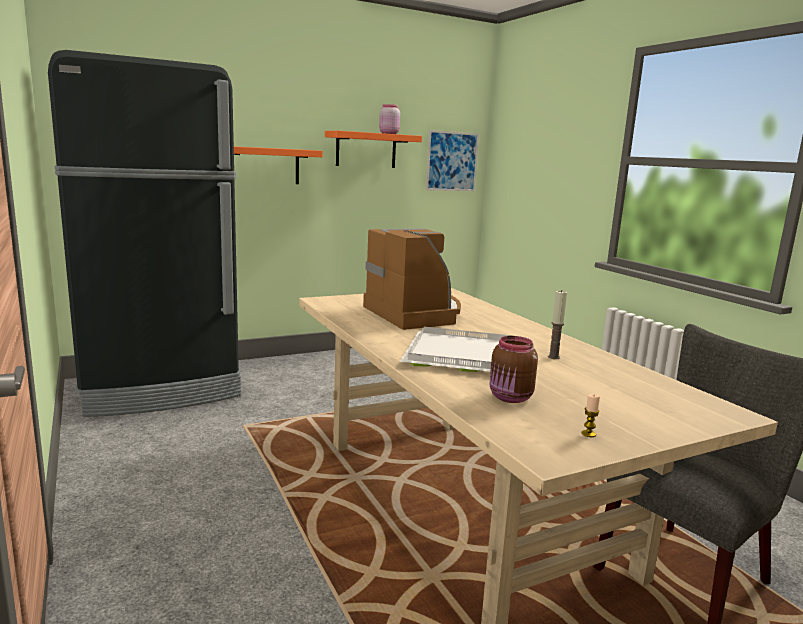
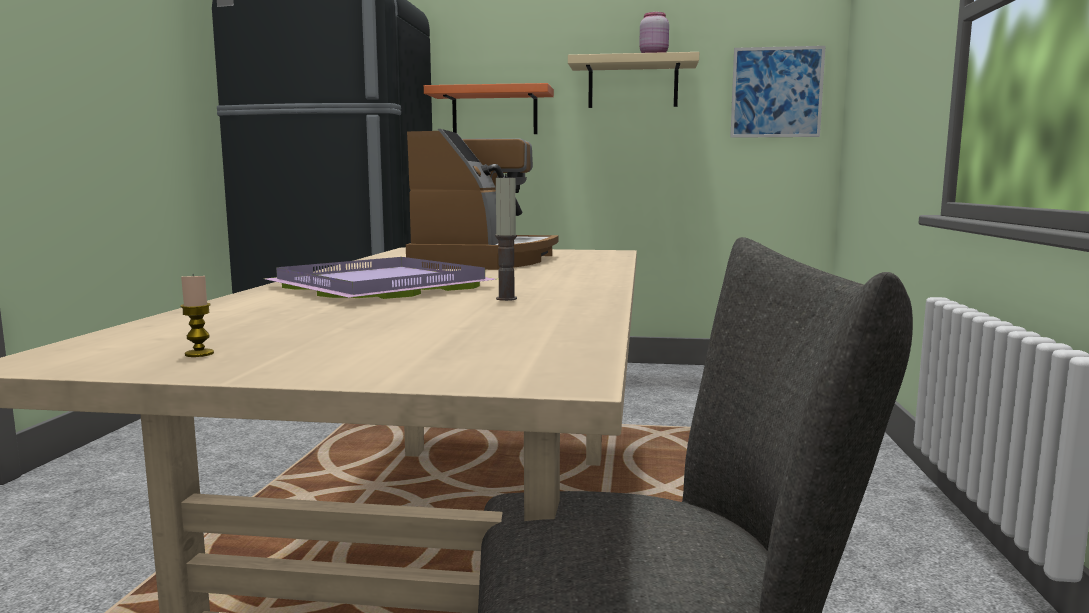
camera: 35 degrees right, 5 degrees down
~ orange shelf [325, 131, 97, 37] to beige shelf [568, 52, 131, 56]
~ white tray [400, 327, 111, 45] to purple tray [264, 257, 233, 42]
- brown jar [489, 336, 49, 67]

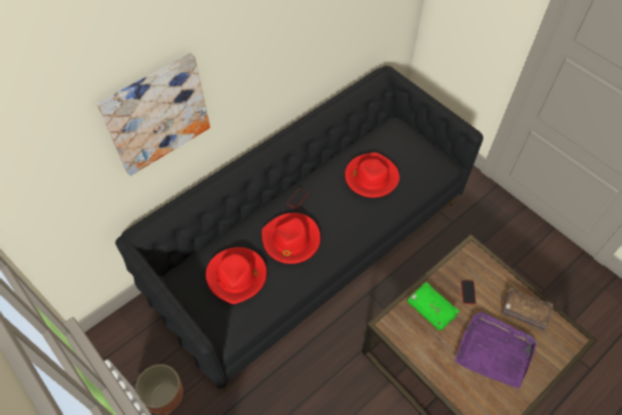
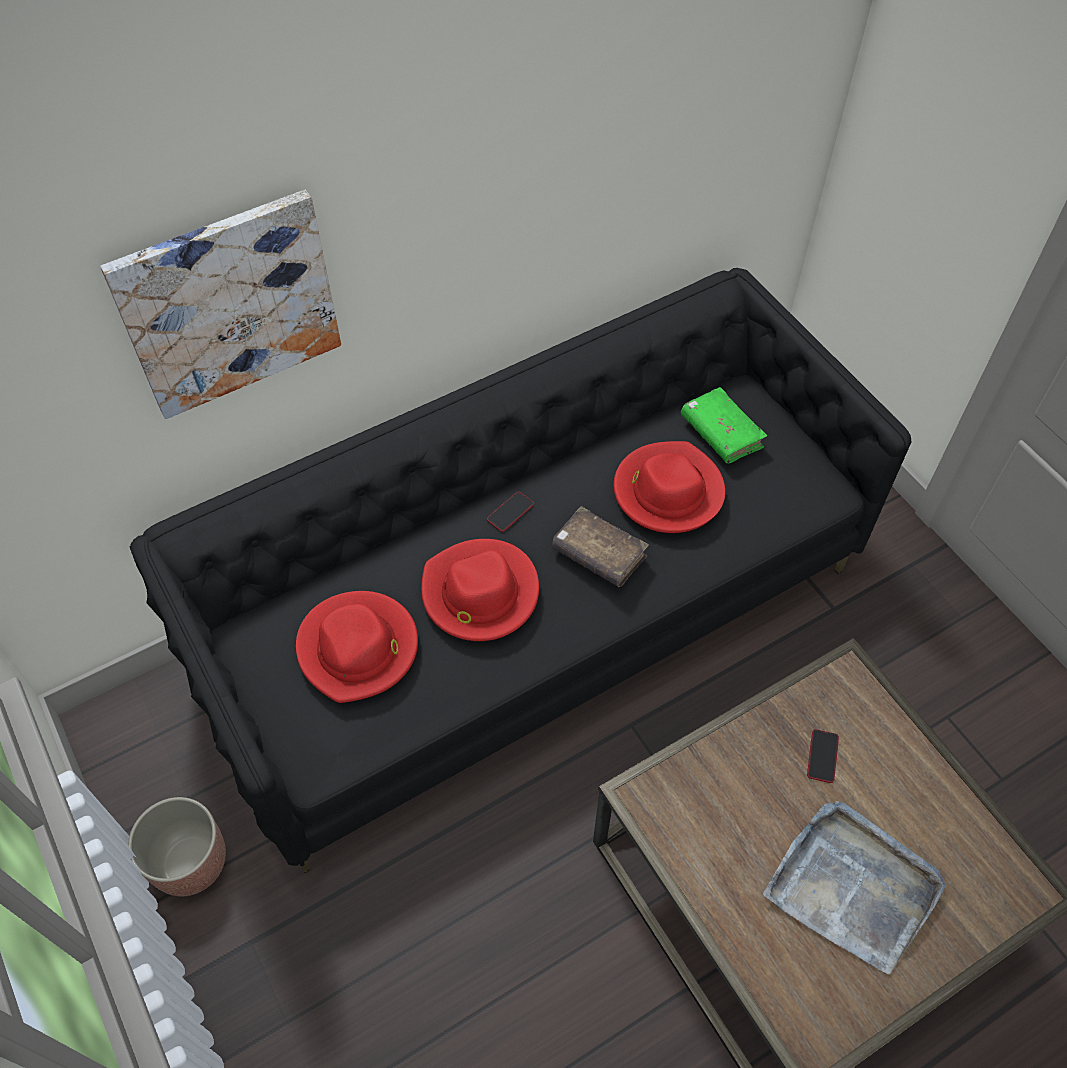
camera: 10 degrees right, 0 degrees up
~ green book [407, 282, 52, 49] to [681, 387, 86, 76]
~ brown book [502, 287, 51, 43] to [552, 506, 97, 81]
~ purple tray [455, 312, 82, 77] to grey tray [763, 801, 183, 173]

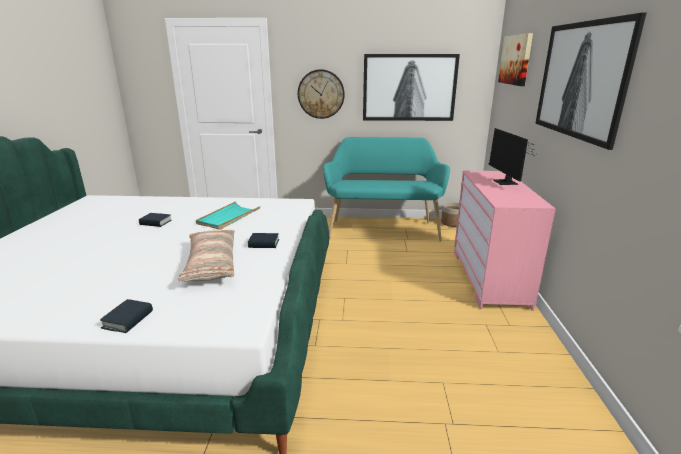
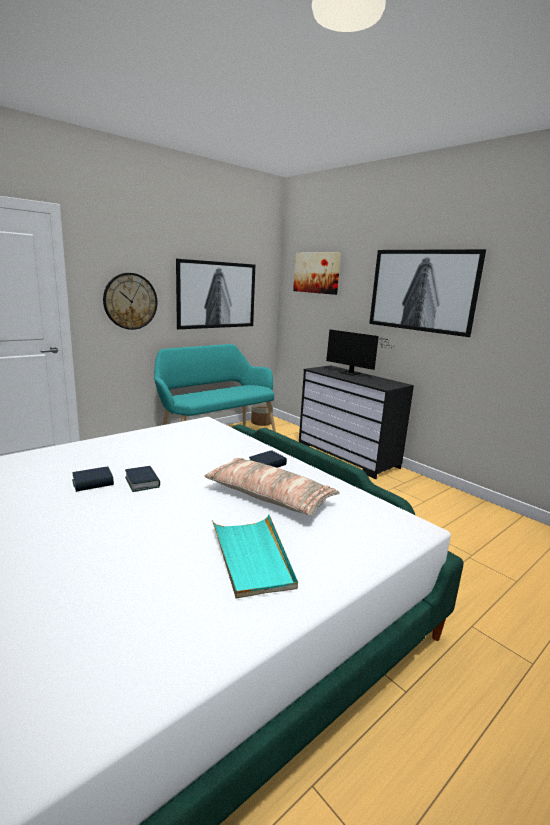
camera: 45 degrees left, 5 degrees down
~ pink dresser [454, 171, 102, 140] to black dresser [299, 365, 115, 114]
~ turquoise tray [196, 201, 64, 29] to [212, 514, 86, 84]
~ book [100, 299, 53, 34] to [125, 466, 35, 26]

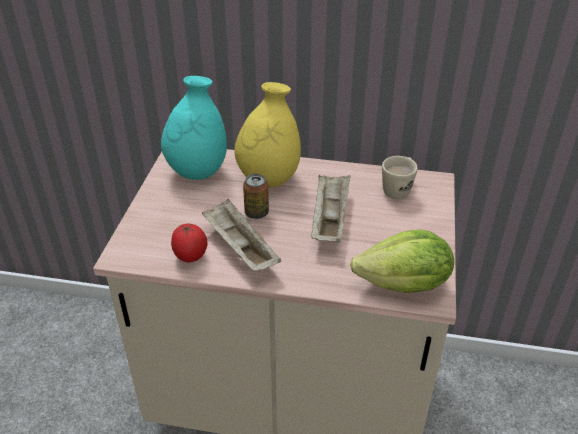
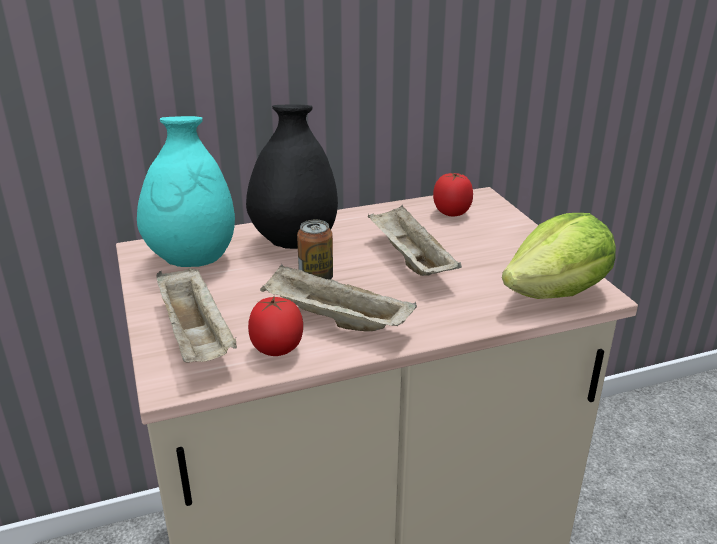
camera: 30 degrees left, 10 degrees down
~ yellow vase [234, 82, 67, 106] to black vase [246, 104, 92, 145]
~ beige mug [382, 156, 36, 43] to tomato [433, 173, 40, 43]
+ beige tray [156, 267, 81, 96]

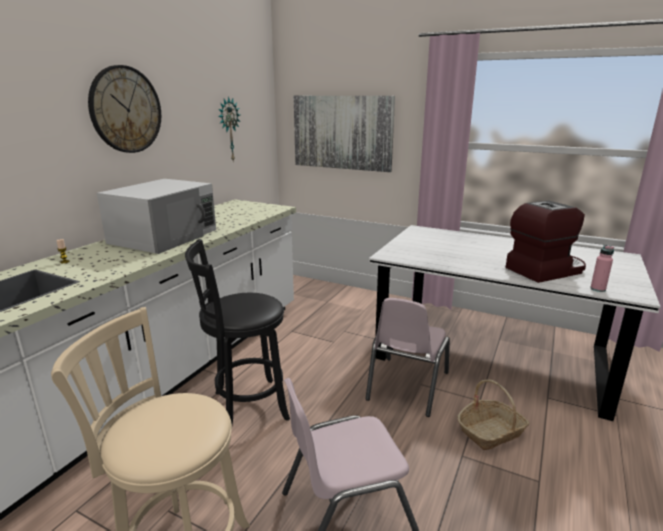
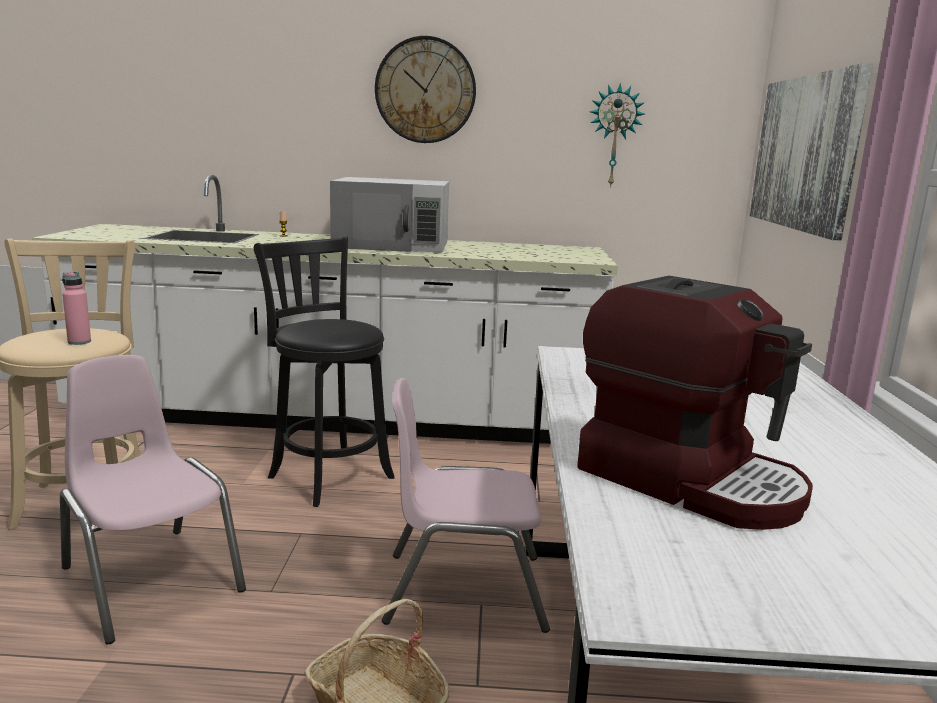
camera: 65 degrees right, 5 degrees down
~ pink bottle [590, 245, 24, 47] to [62, 272, 29, 73]

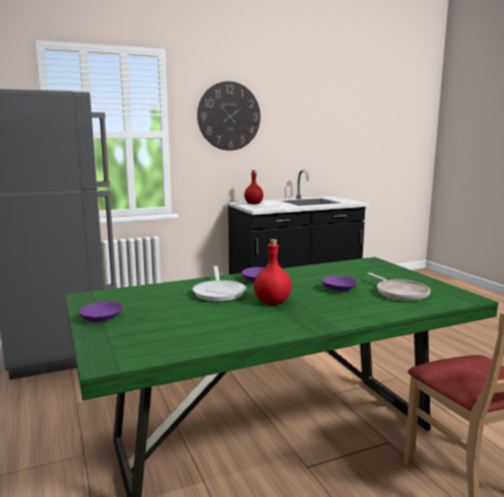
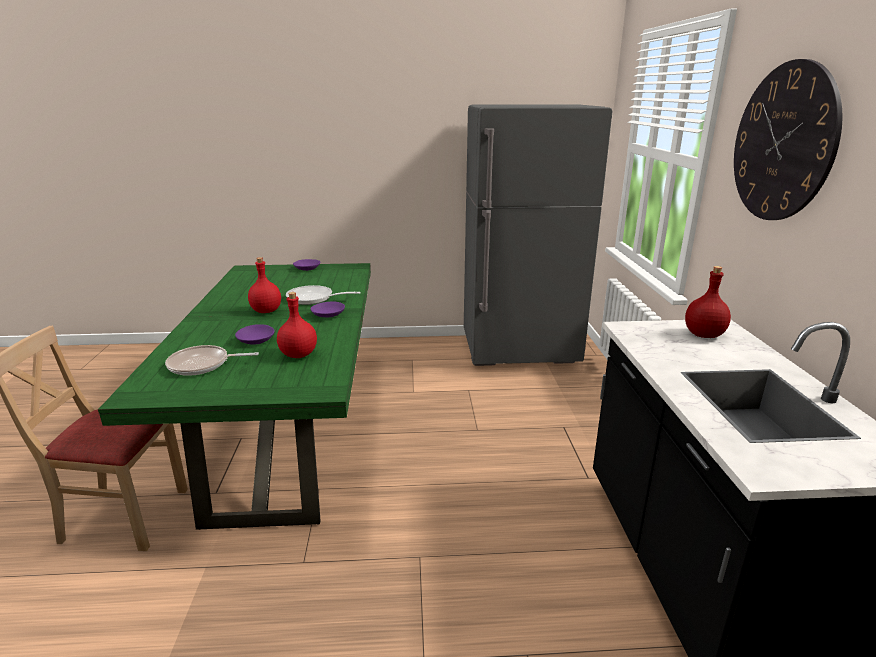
camera: 110 degrees right, 10 degrees up
+ red bottle [277, 292, 40, 66]

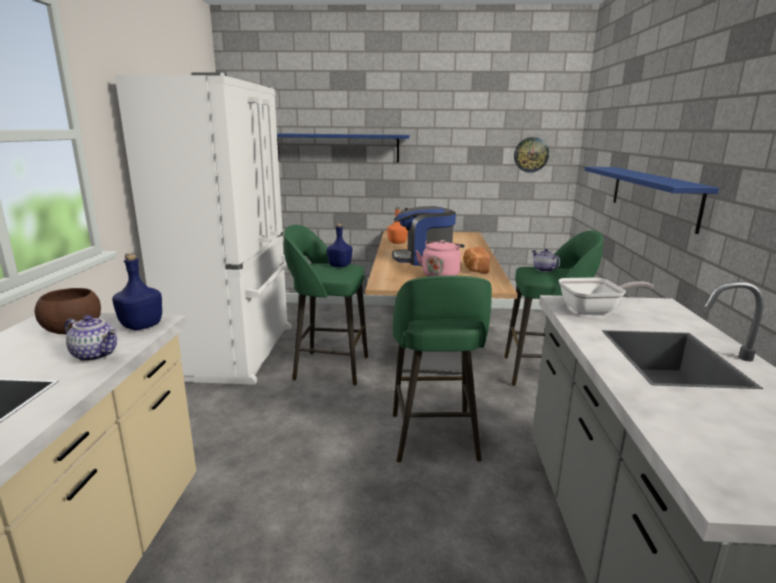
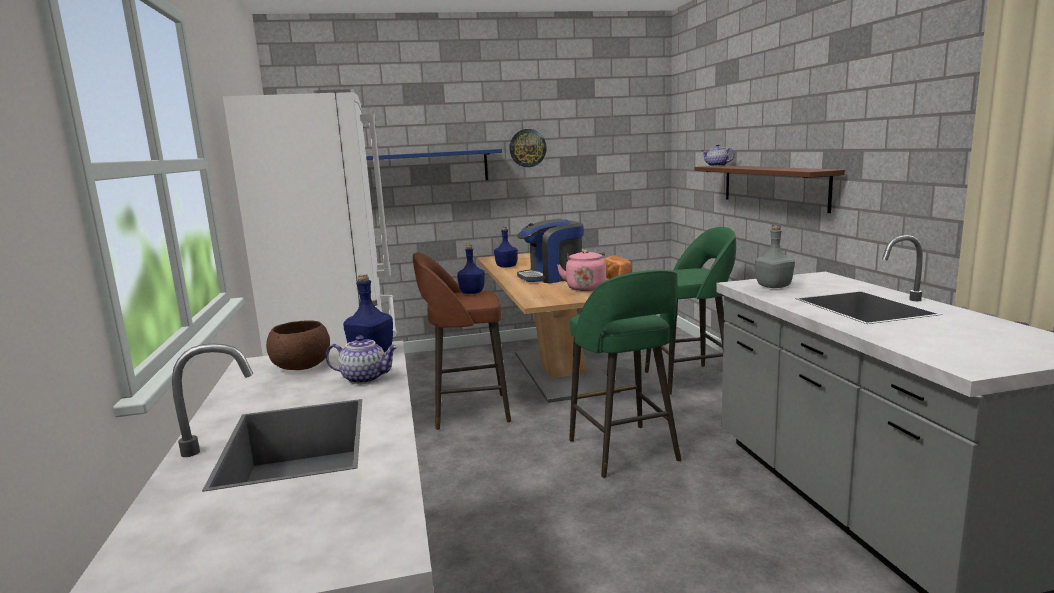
camera: 15 degrees left, 5 degrees down
~ wall clock [514, 137, 35, 36] to [510, 129, 37, 38]
~ blue shelf [584, 167, 135, 67] to brown shelf [695, 165, 150, 48]
~ orange bottle [387, 207, 21, 37] to blue bottle [494, 227, 24, 41]
~ green stool [284, 225, 84, 160] to brown stool [413, 252, 98, 178]
~ teapot [532, 249, 28, 23] to [701, 144, 34, 23]
~ frying pan [558, 278, 96, 37] to grey bottle [755, 225, 40, 63]

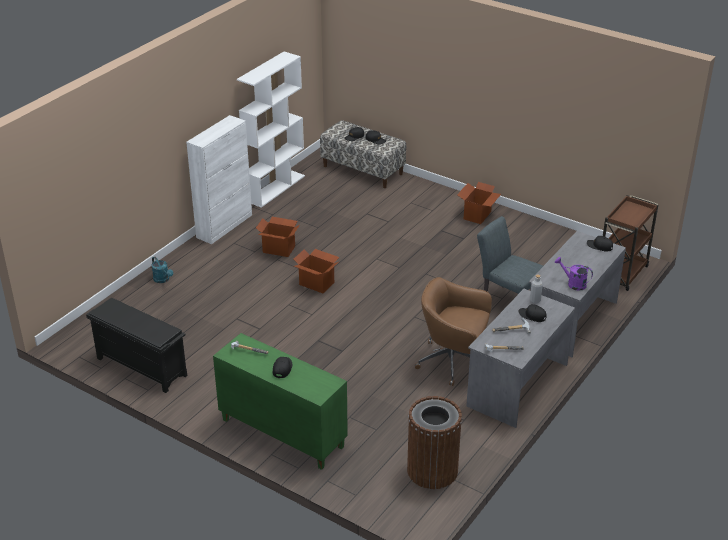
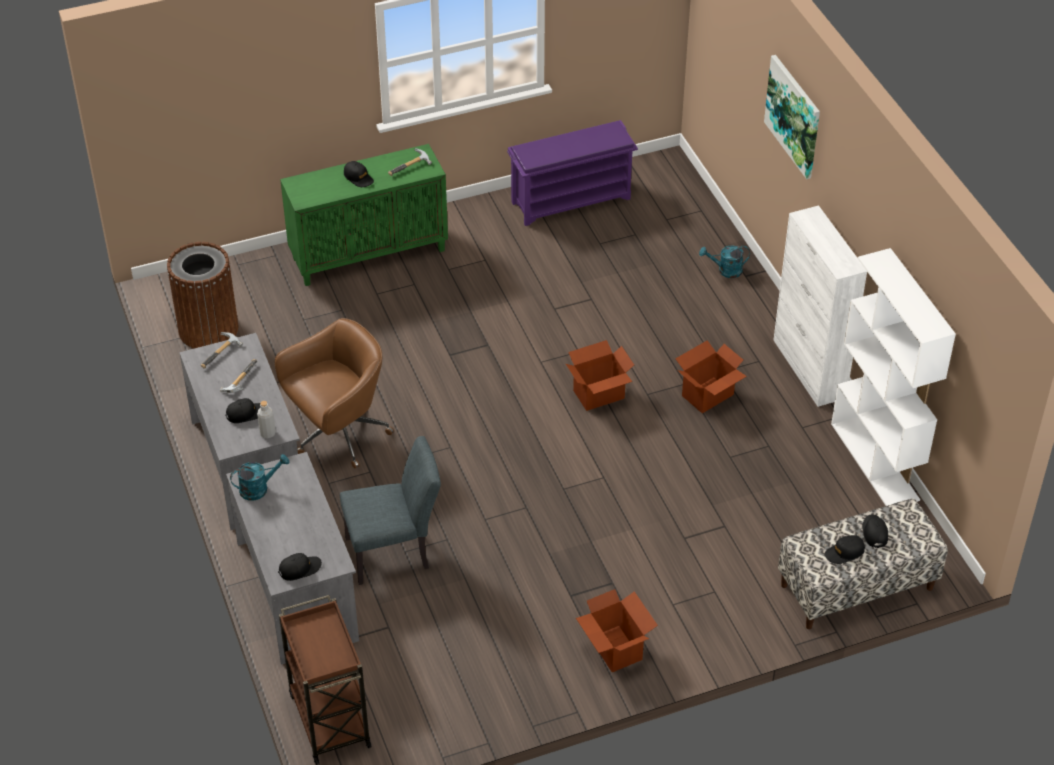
camera: 125 degrees right, 10 degrees up
~ purple watering can [555, 257, 38, 34] to turquoise watering can [230, 454, 59, 47]
~ black shoe rack [86, 298, 101, 95] to purple shoe rack [507, 120, 131, 106]
+ picture [764, 55, 56, 124]

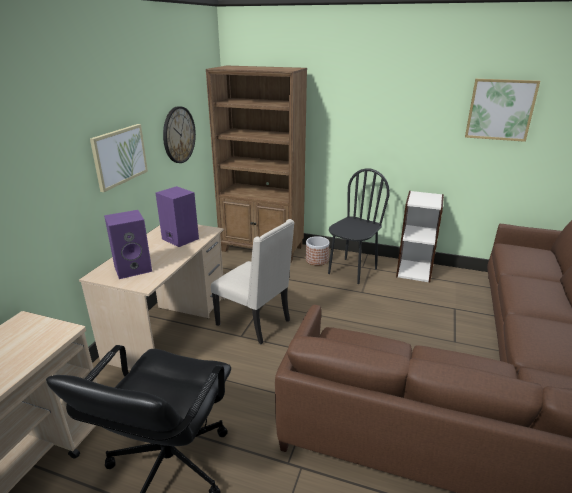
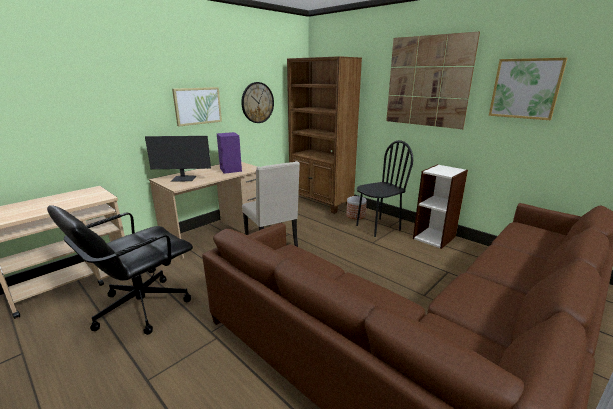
camera: 25 degrees right, 5 degrees down
~ purple speaker [104, 210, 48, 69] to monitor [145, 136, 66, 46]
+ picture [386, 32, 94, 97]

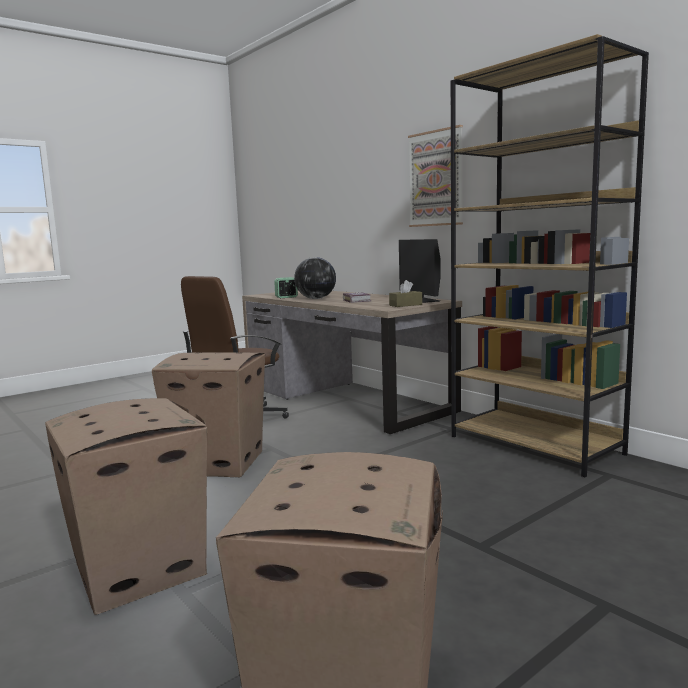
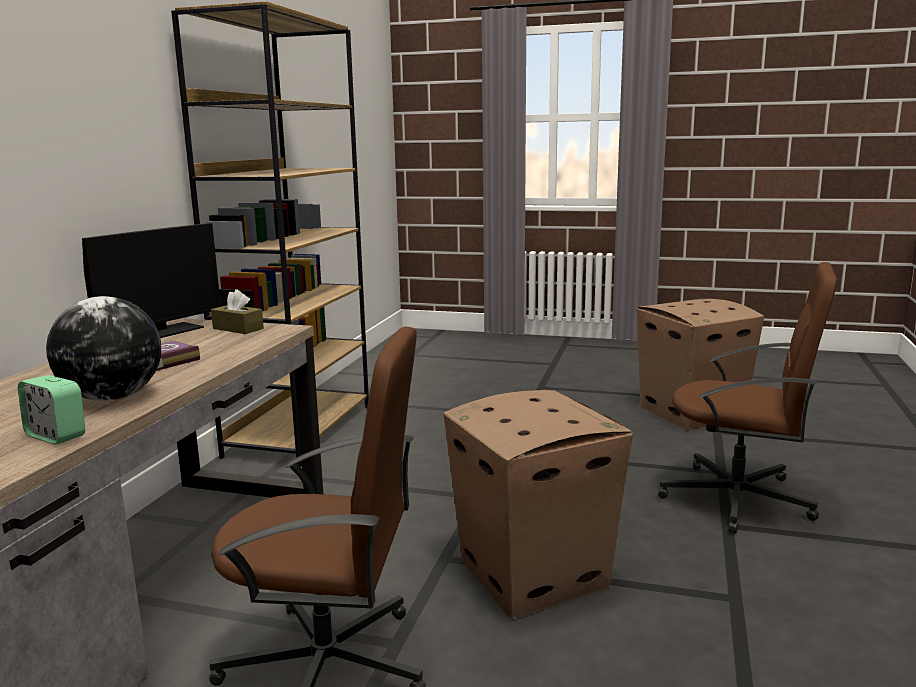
camera: 125 degrees left, 5 degrees up
- picture [408, 125, 55, 102]
~ cardboard box [45, 398, 162, 217] to brown office chair [658, 262, 179, 272]

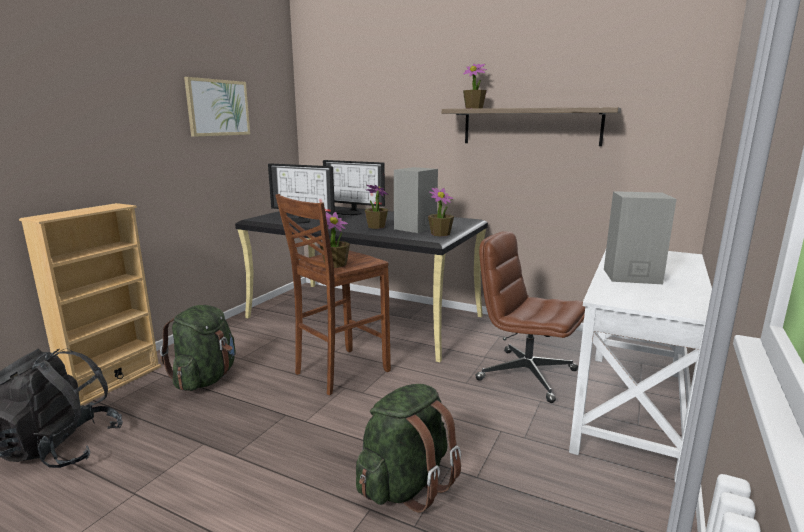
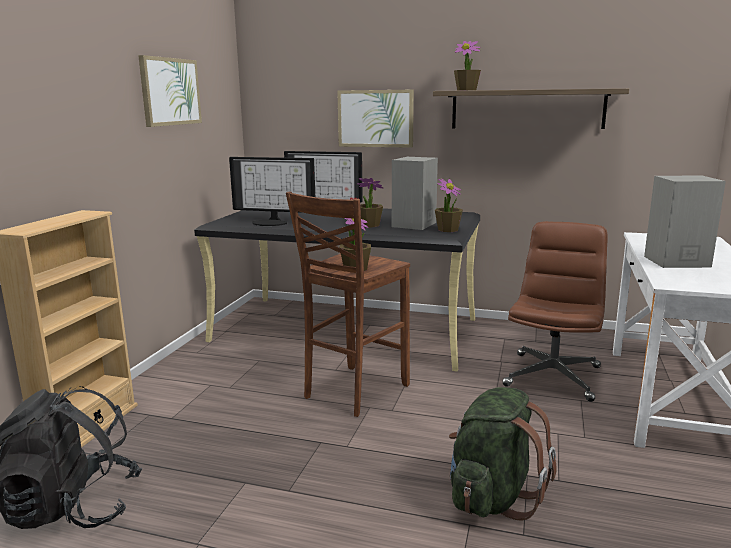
camera: 10 degrees left, 0 degrees up
~ brown office chair [475, 231, 110, 172] = [502, 221, 106, 181] 90 degrees clockwise
- green backpack [160, 305, 76, 86]
+ picture [337, 90, 77, 58]

